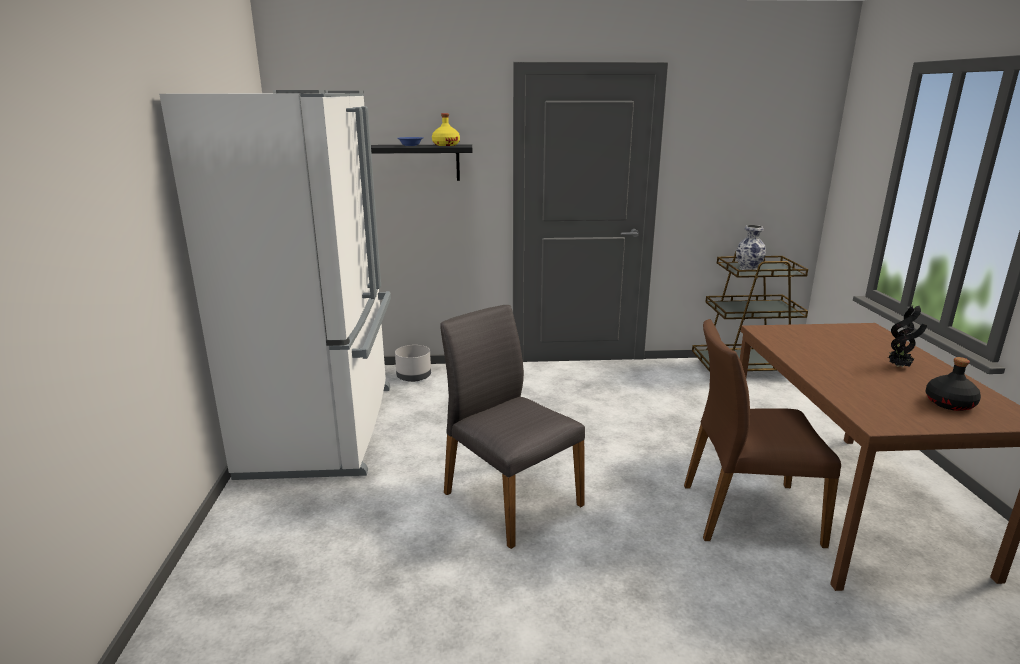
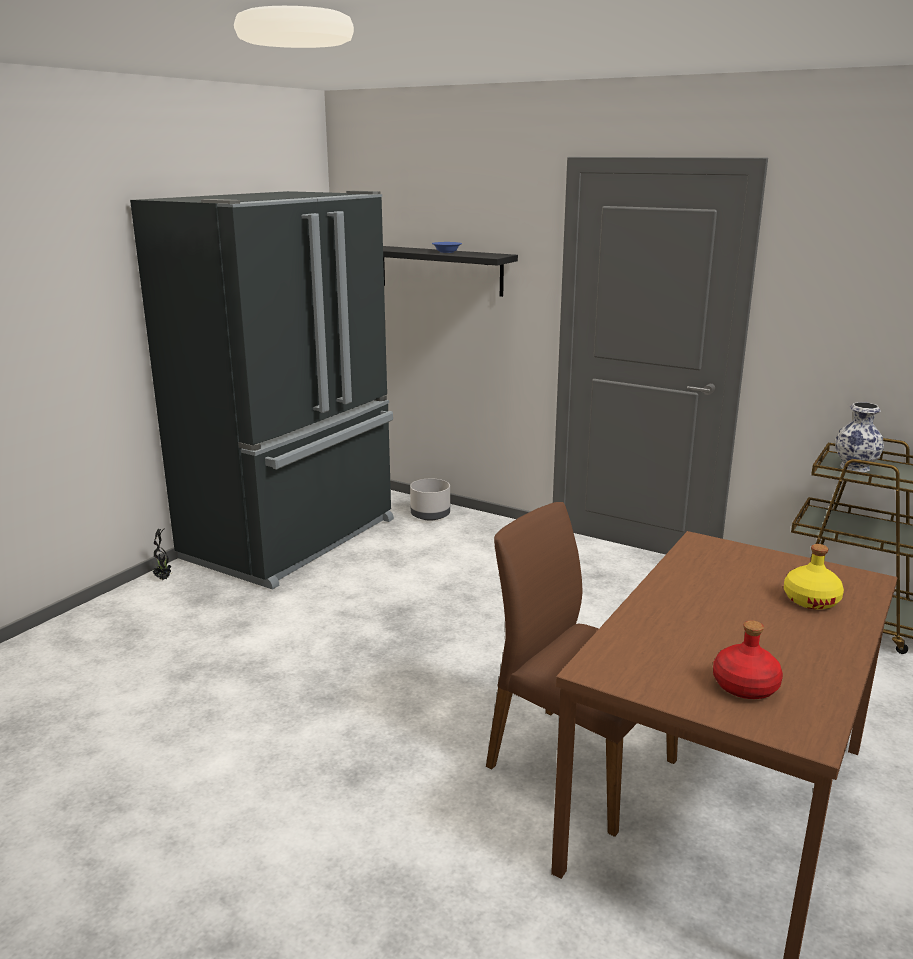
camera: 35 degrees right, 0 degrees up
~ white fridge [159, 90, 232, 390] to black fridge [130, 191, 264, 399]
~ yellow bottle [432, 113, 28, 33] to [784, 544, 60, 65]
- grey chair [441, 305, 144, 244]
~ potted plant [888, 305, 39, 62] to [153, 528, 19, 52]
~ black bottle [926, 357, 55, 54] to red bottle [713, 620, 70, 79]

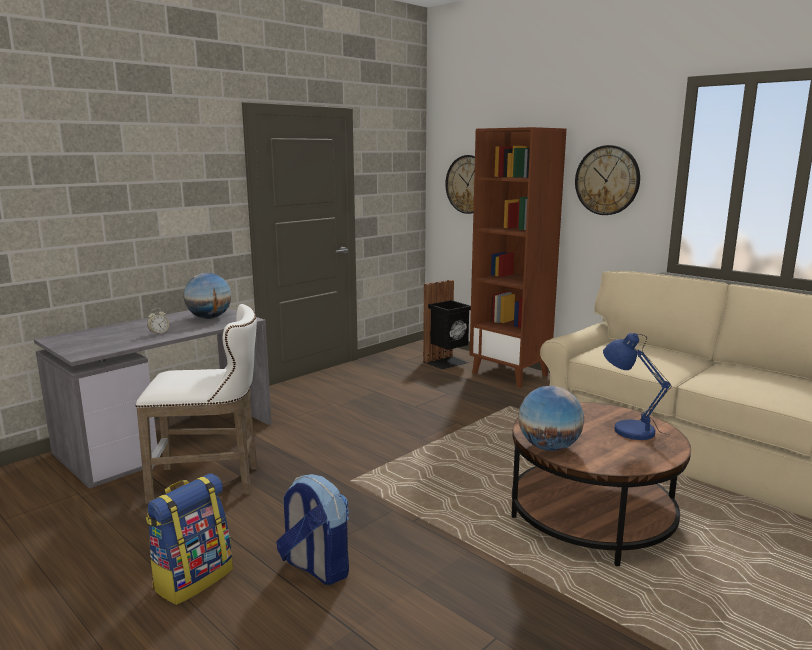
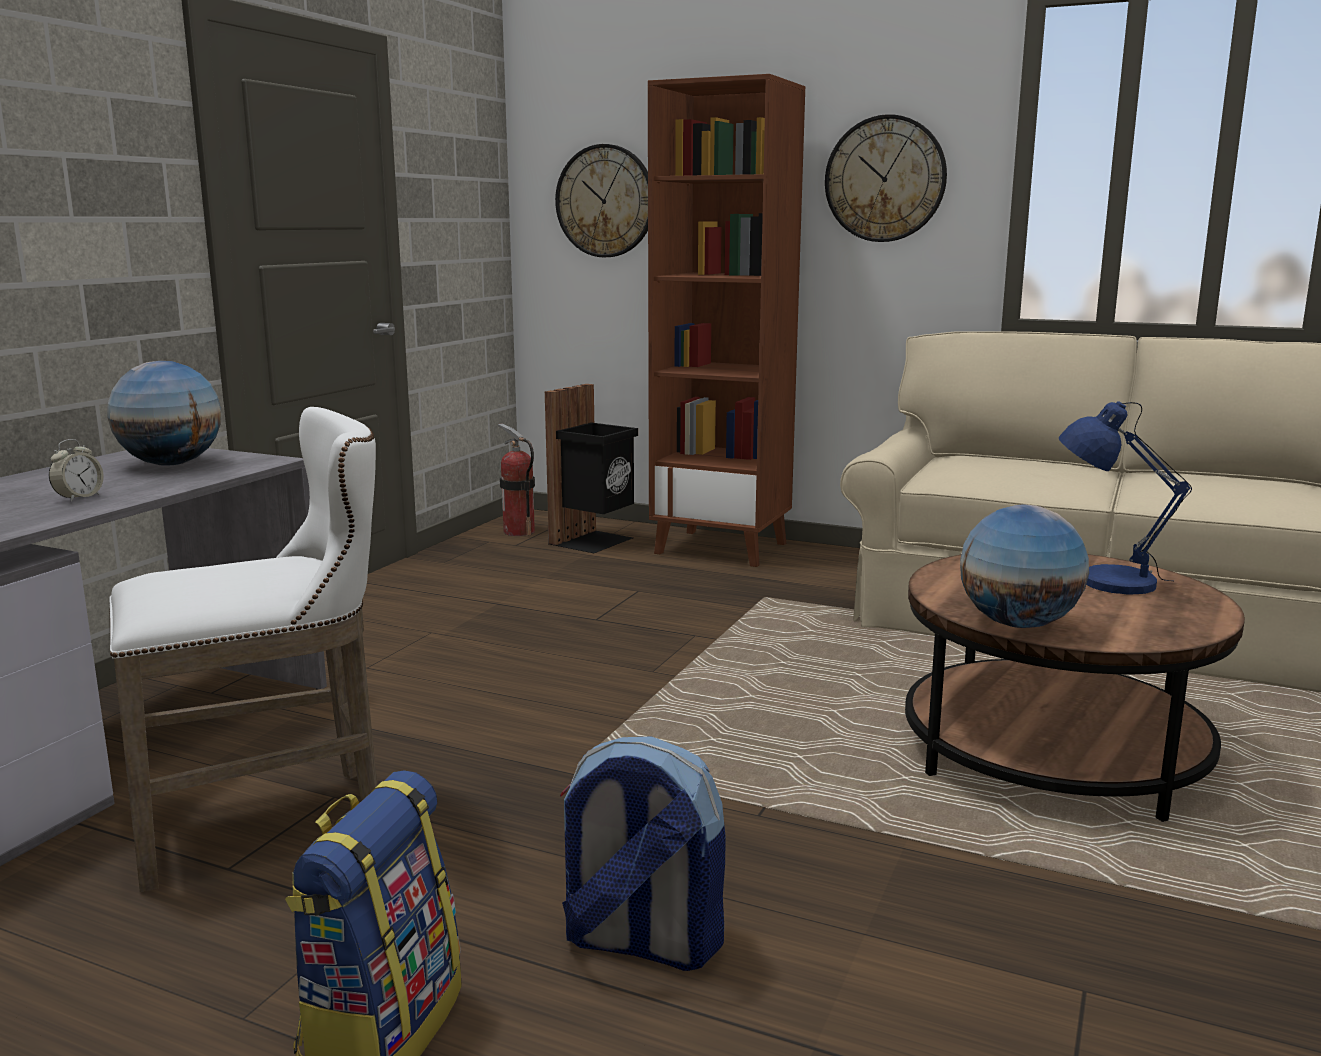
camera: 20 degrees left, 0 degrees up
+ fire extinguisher [498, 423, 37, 113]

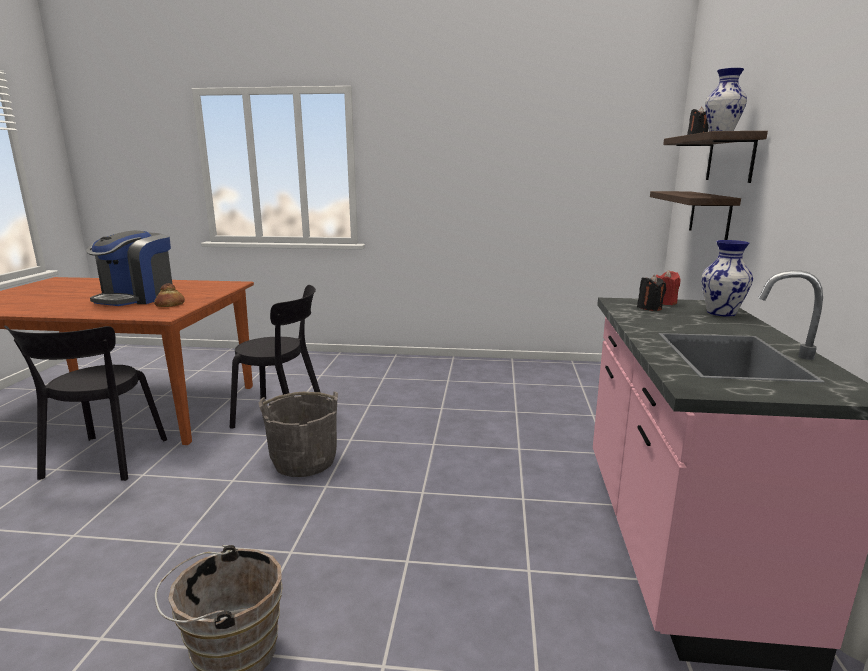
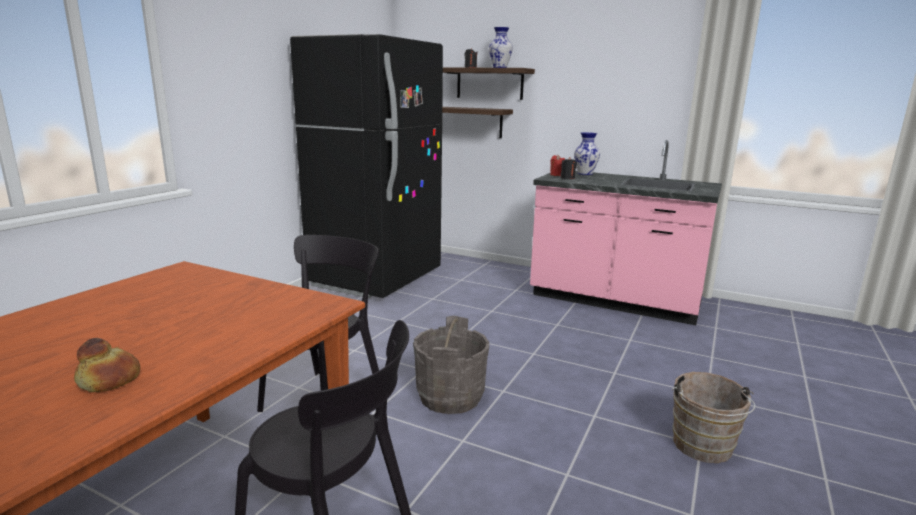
camera: 70 degrees left, 0 degrees up
- coffee machine [86, 230, 86, 76]
~ bread [154, 283, 31, 24] to [74, 338, 66, 54]
+ black fridge [290, 34, 153, 264]

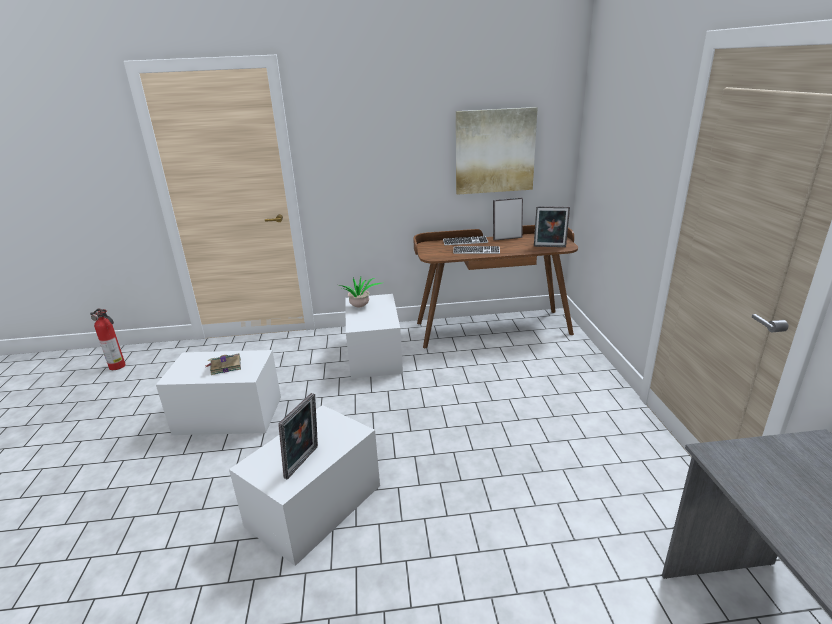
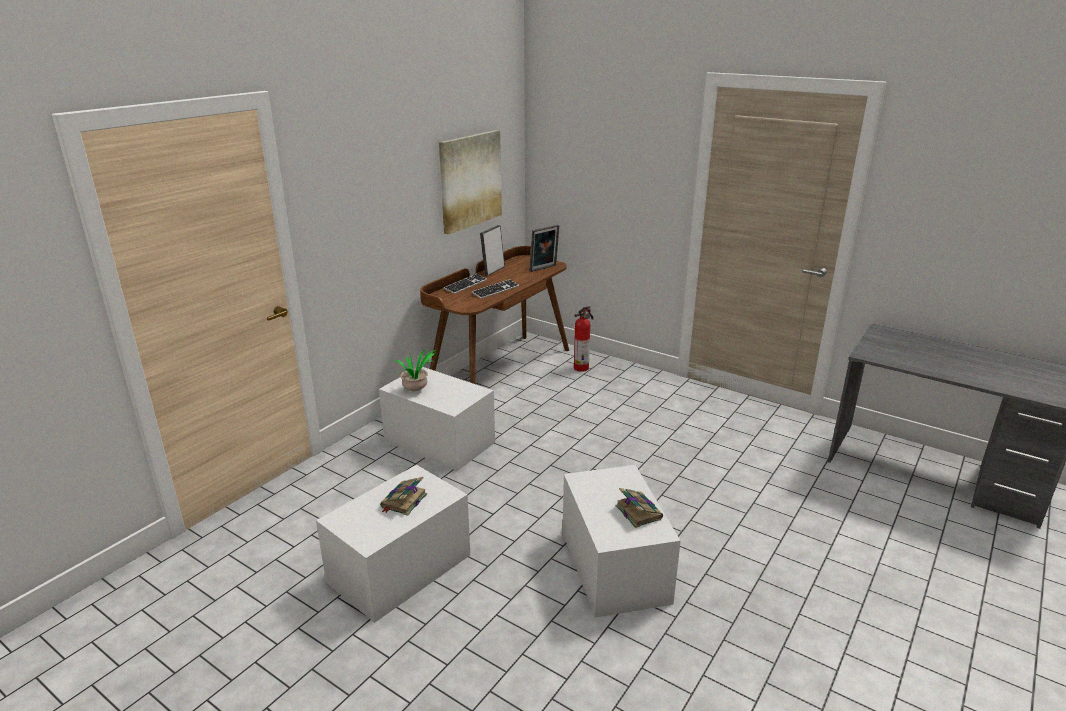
camera: 50 degrees left, 0 degrees up
~ fire extinguisher [90, 309, 36, 61] to [574, 306, 19, 66]
~ picture frame [278, 393, 40, 87] to book [615, 488, 48, 40]

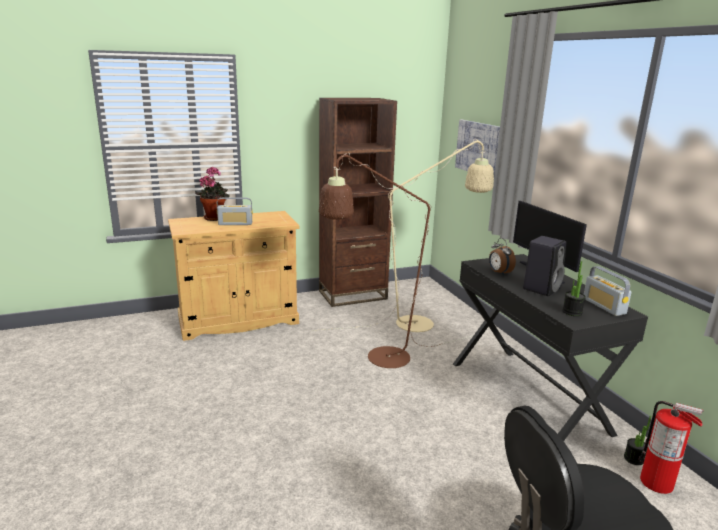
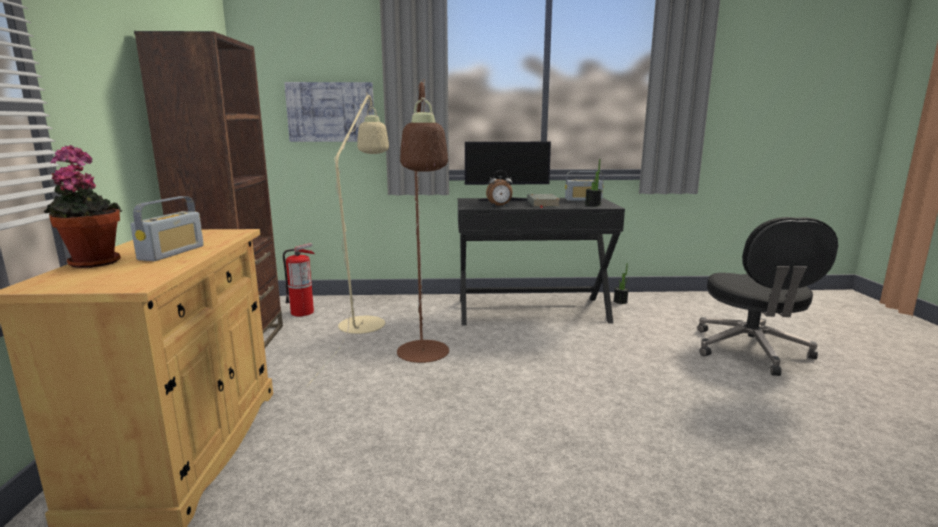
camera: 70 degrees left, 5 degrees down
~ black speaker [523, 236, 44, 60] to grey book [527, 194, 34, 14]
~ fire extinguisher [638, 401, 66, 93] to [283, 243, 31, 74]

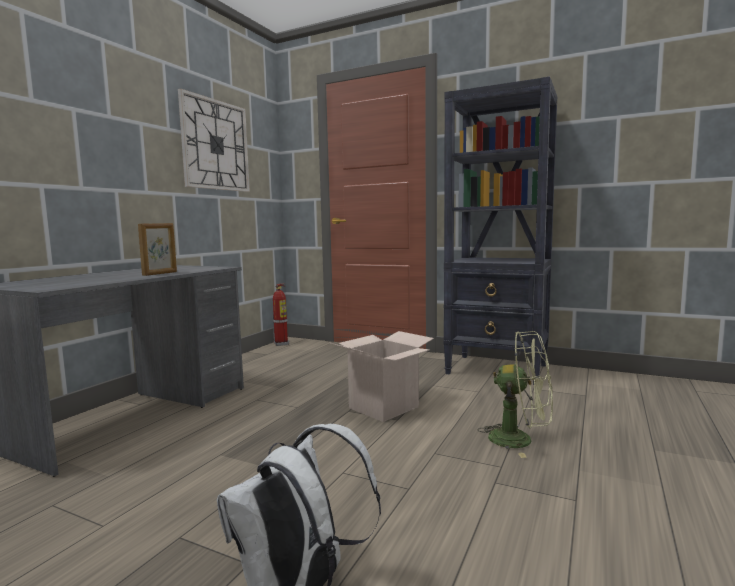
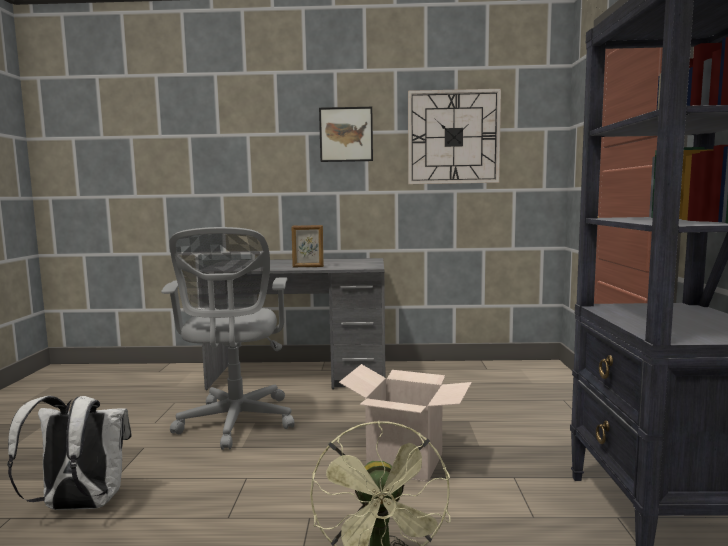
camera: 65 degrees right, 0 degrees up
- fire extinguisher [273, 283, 16, 63]
+ picture [319, 107, 54, 55]
+ grey office chair [161, 227, 133, 223]

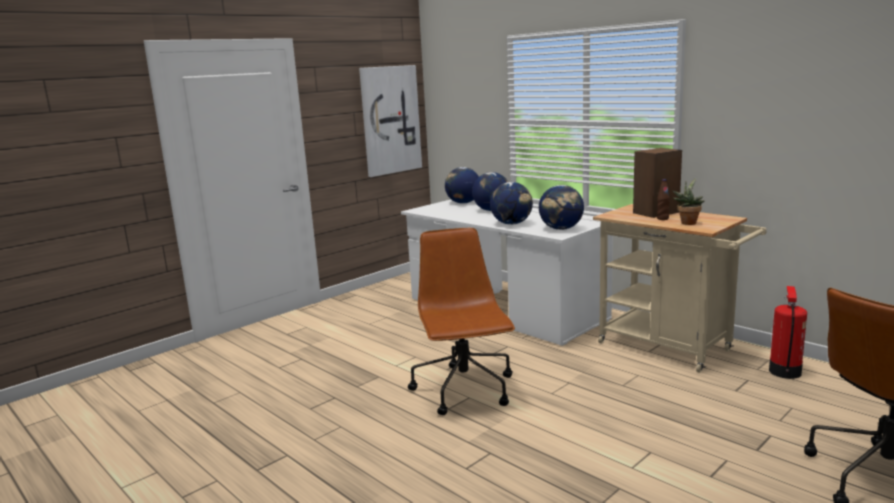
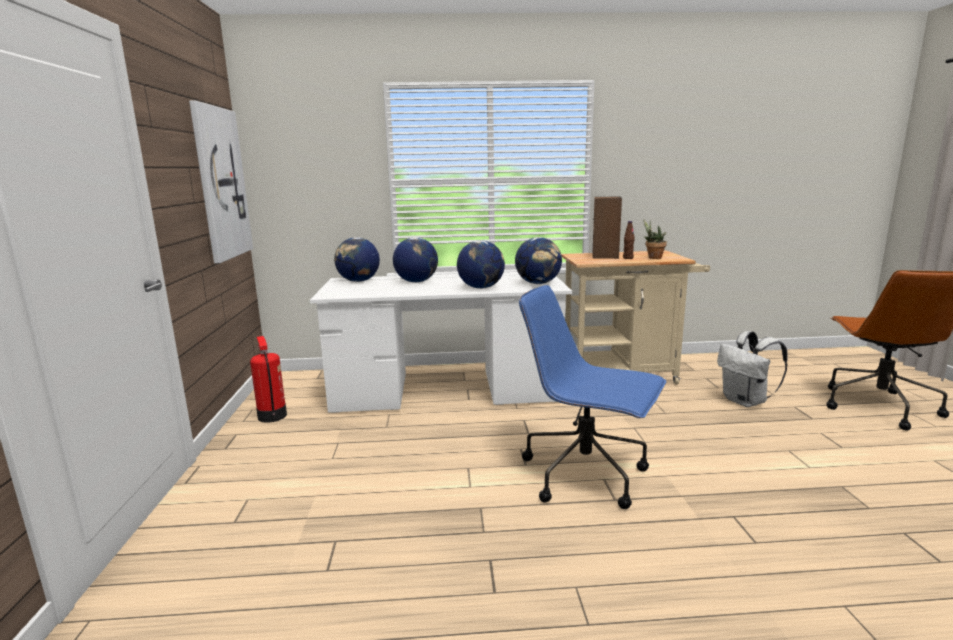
camera: 50 degrees left, 0 degrees up
~ brown office chair [408, 228, 107, 187] to blue office chair [519, 285, 147, 224]
~ fire extinguisher [769, 286, 38, 93] to [250, 336, 37, 87]
+ white backpack [717, 331, 71, 76]

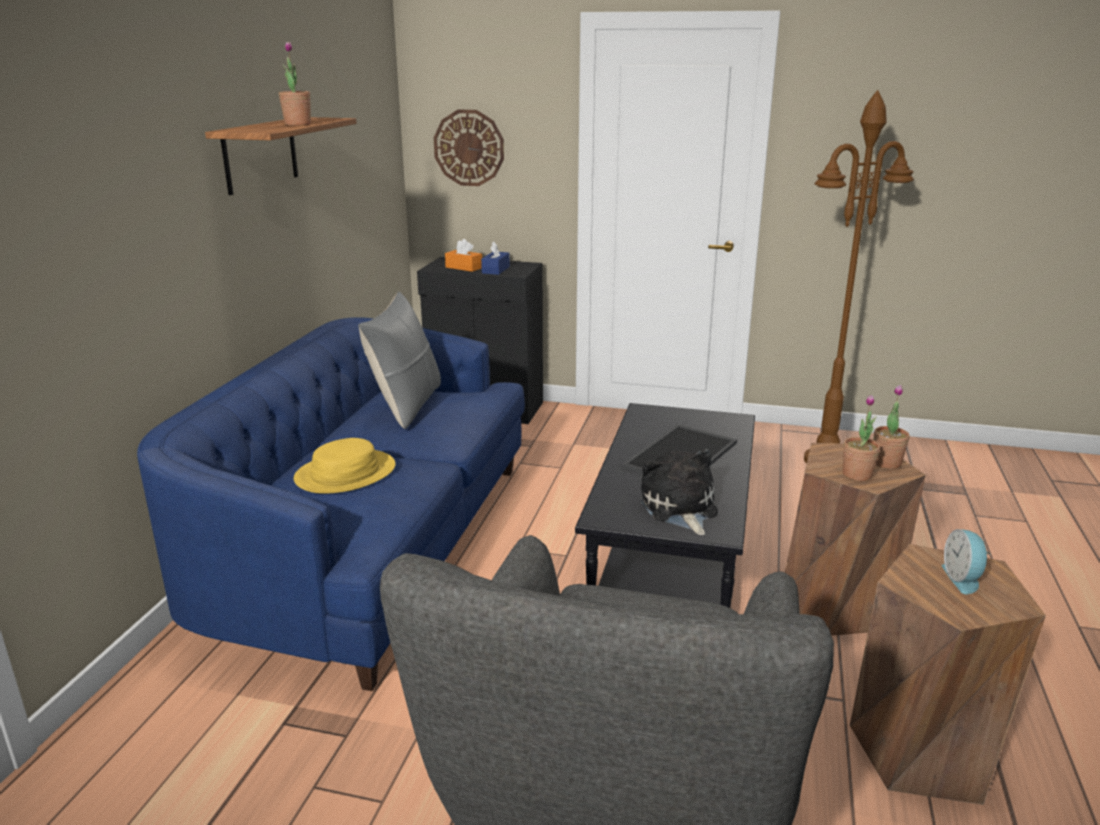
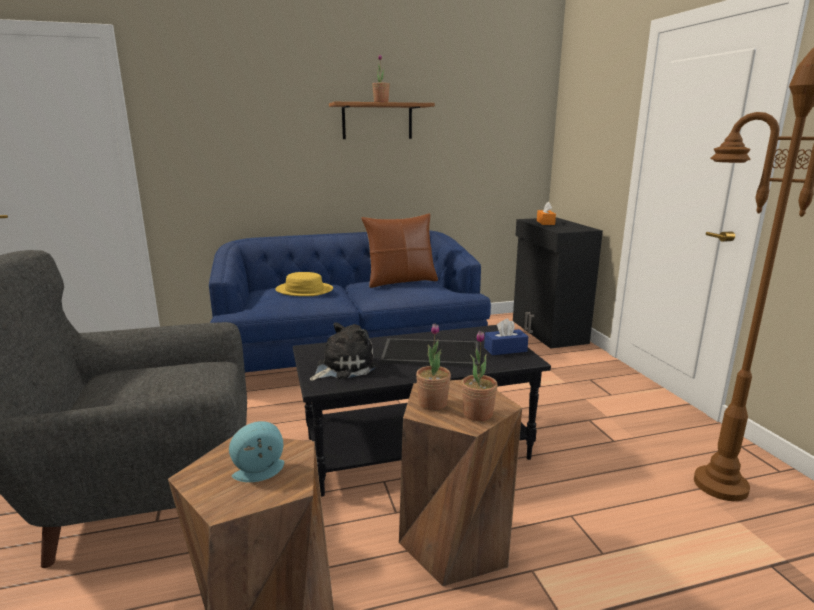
camera: 60 degrees right, 5 degrees down
- wall clock [434, 110, 70, 76]
~ blue tissue box [481, 242, 29, 33] to [484, 318, 44, 37]
~ grey pillow [358, 292, 83, 137] to brown pillow [361, 213, 77, 75]

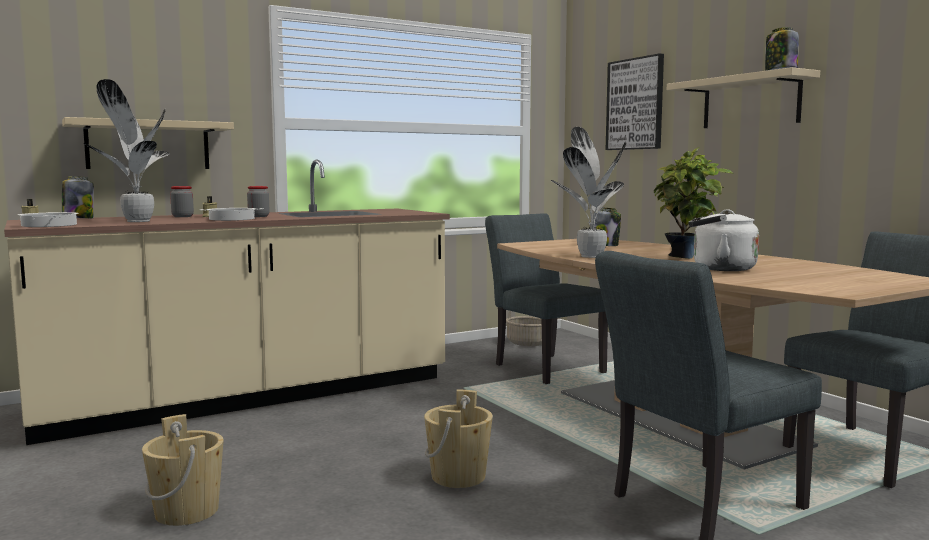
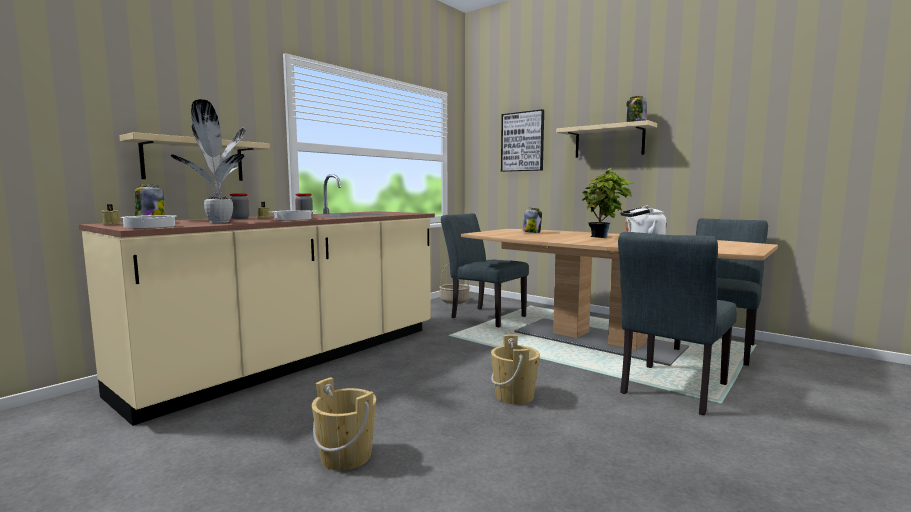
camera: 20 degrees left, 0 degrees up
- potted plant [551, 127, 75, 131]

